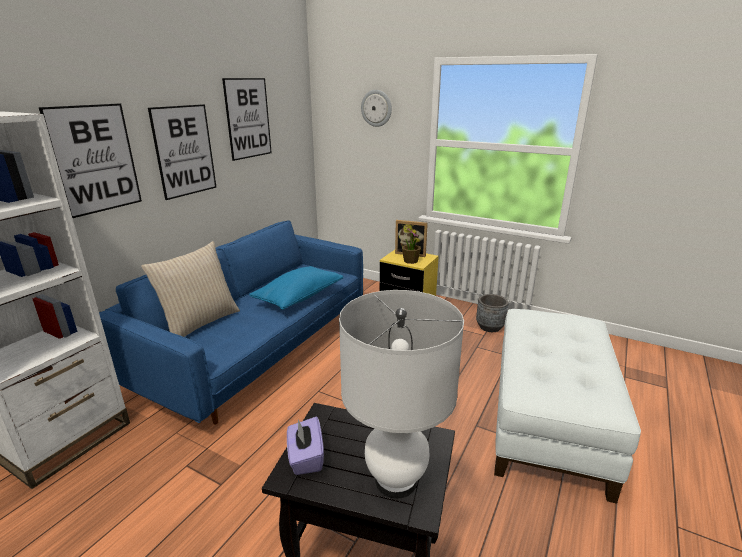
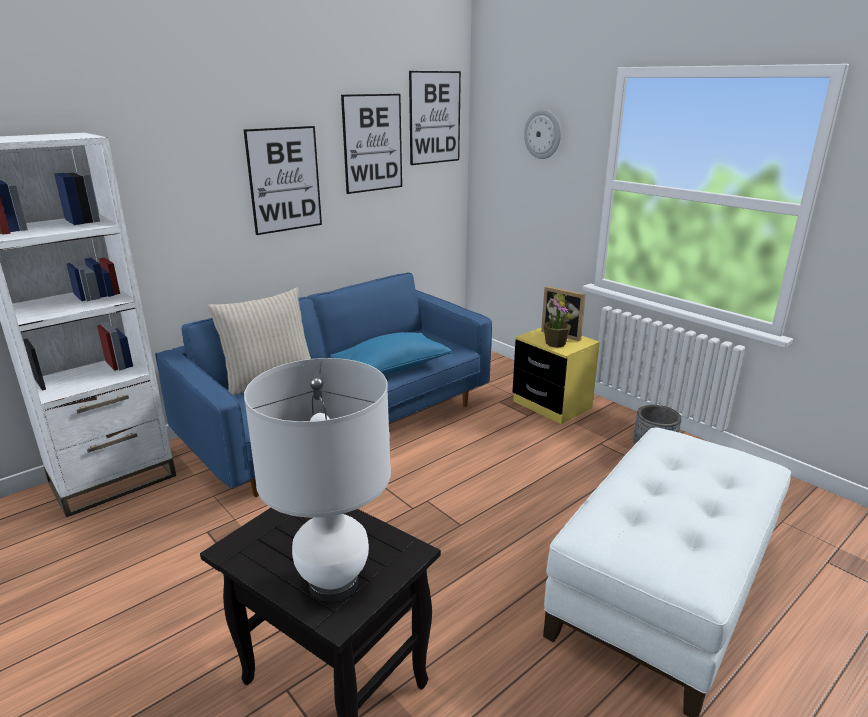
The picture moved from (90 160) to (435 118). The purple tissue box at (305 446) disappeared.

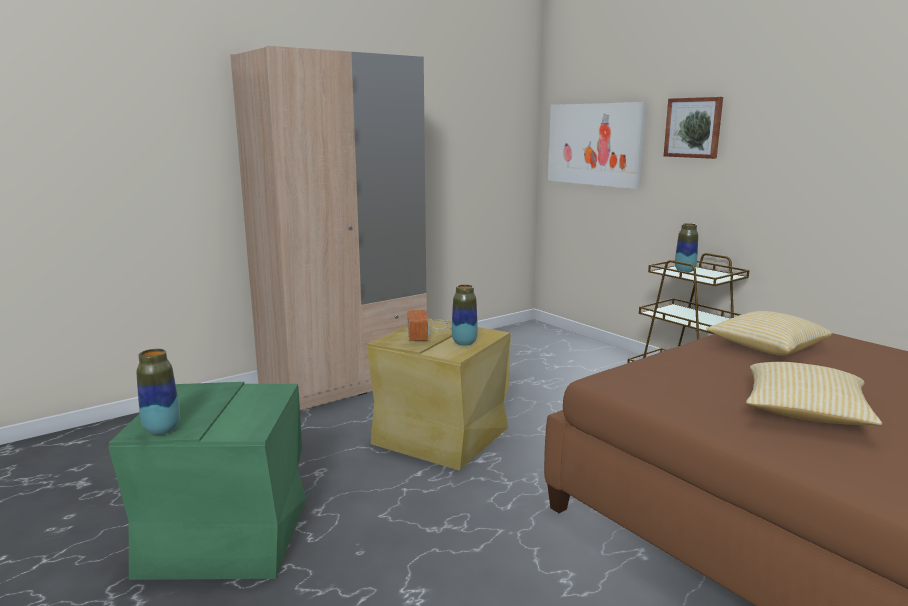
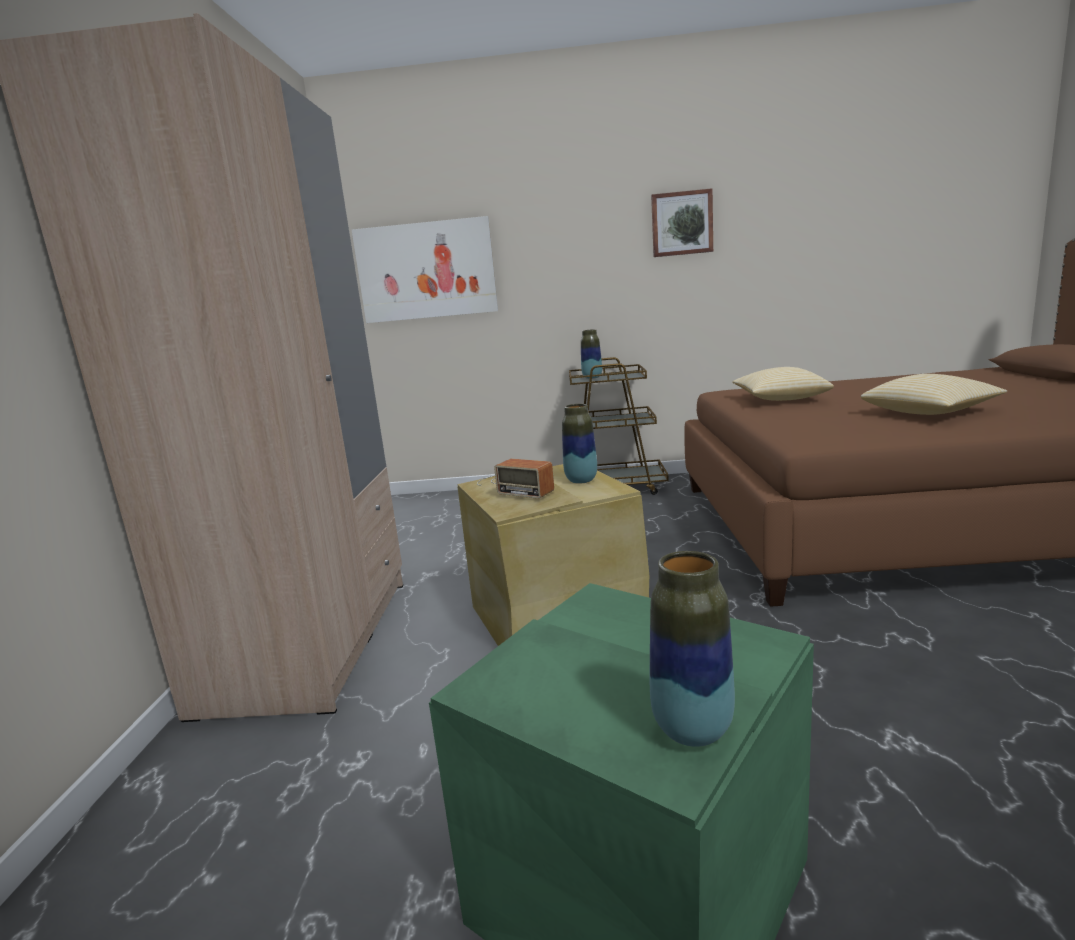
The picture moved from (693 128) to (682 222).

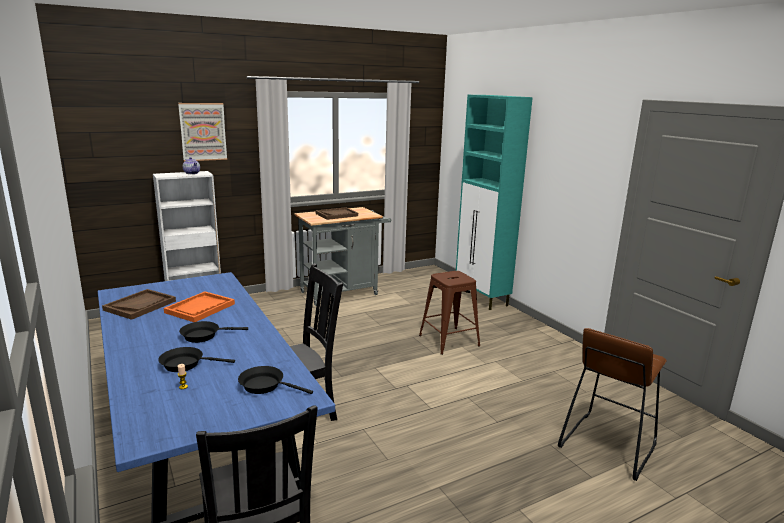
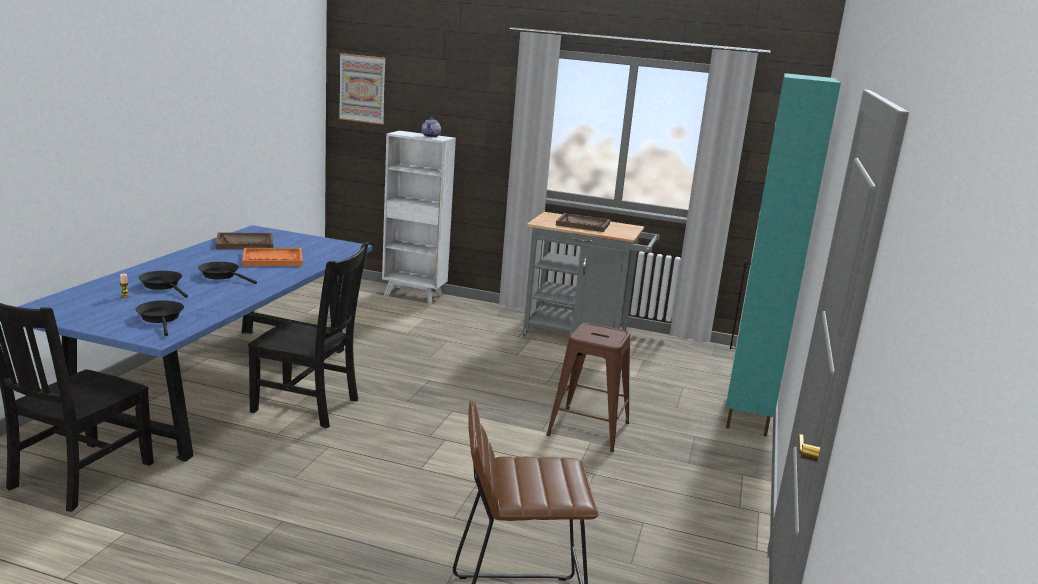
The picture moved from (202 132) to (362 89).

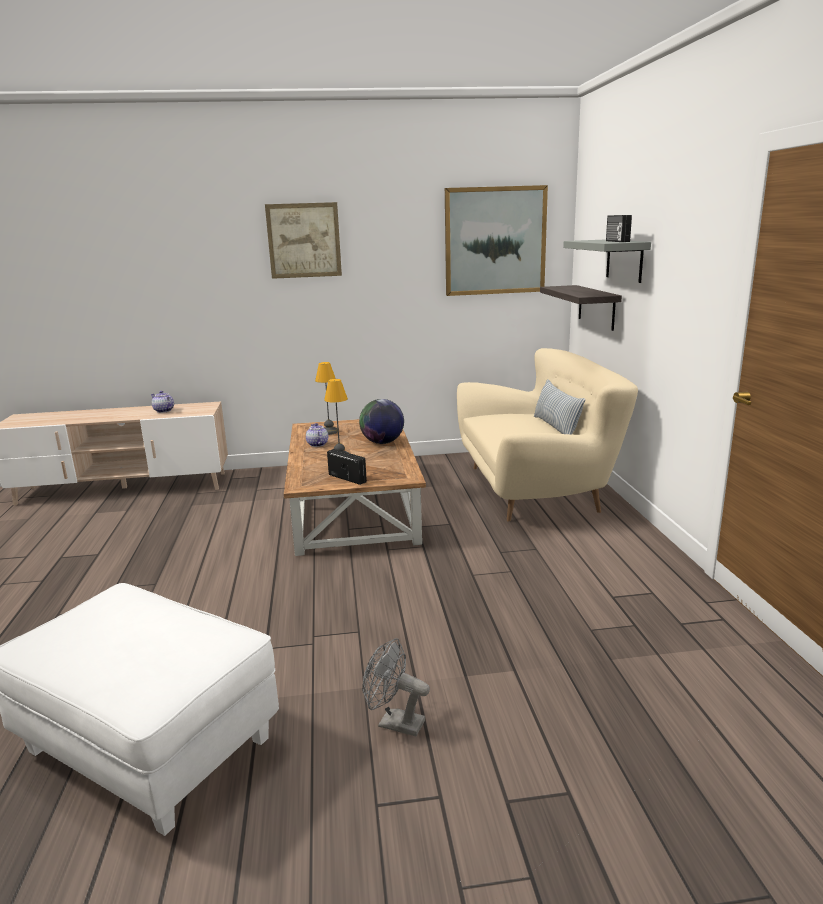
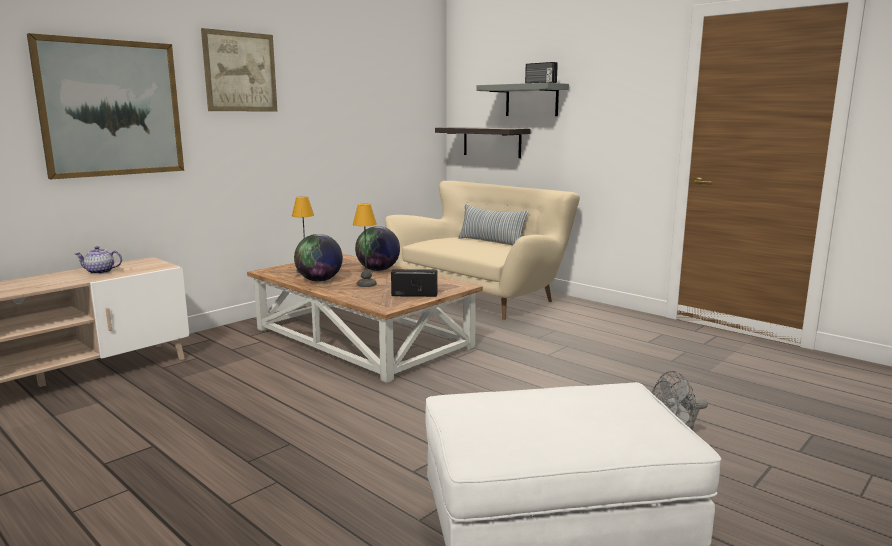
The picture moved from (496 240) to (105 106). The teapot at (317 435) was replaced by the globe at (318 258).

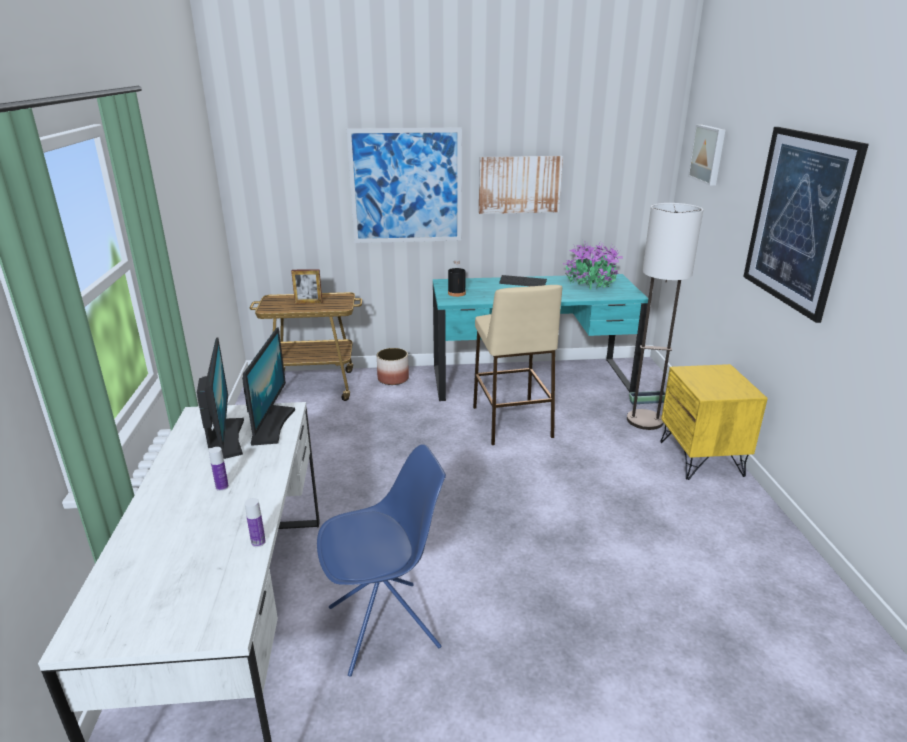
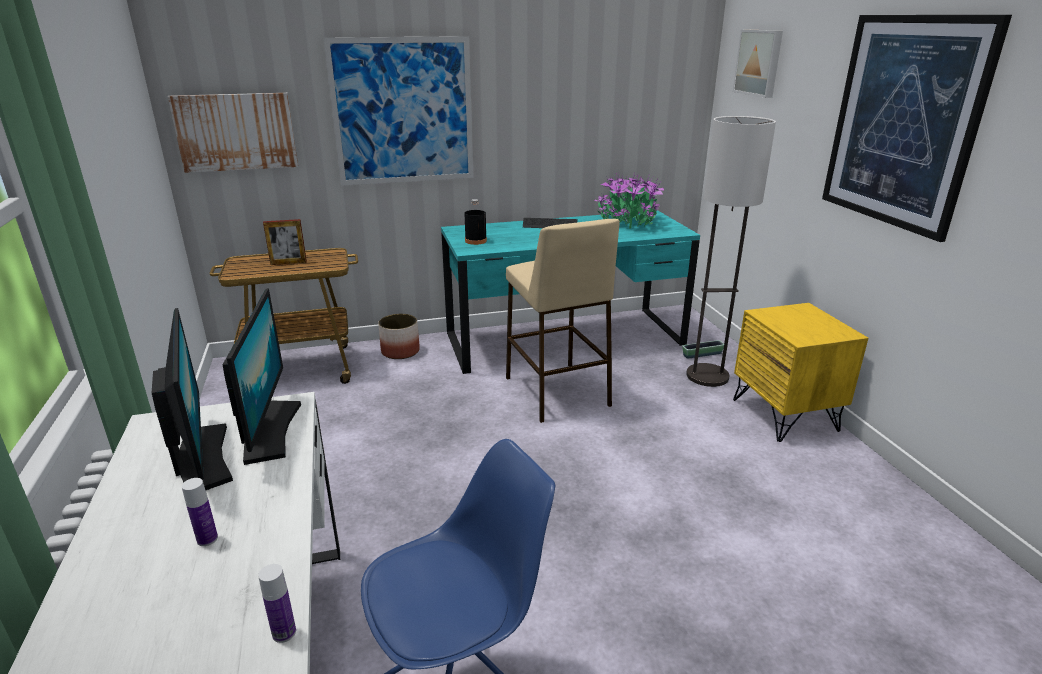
The picture moved from (521 185) to (233 133).

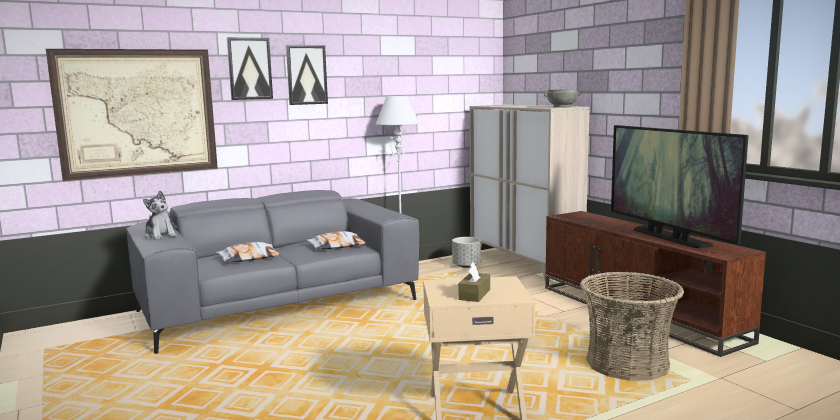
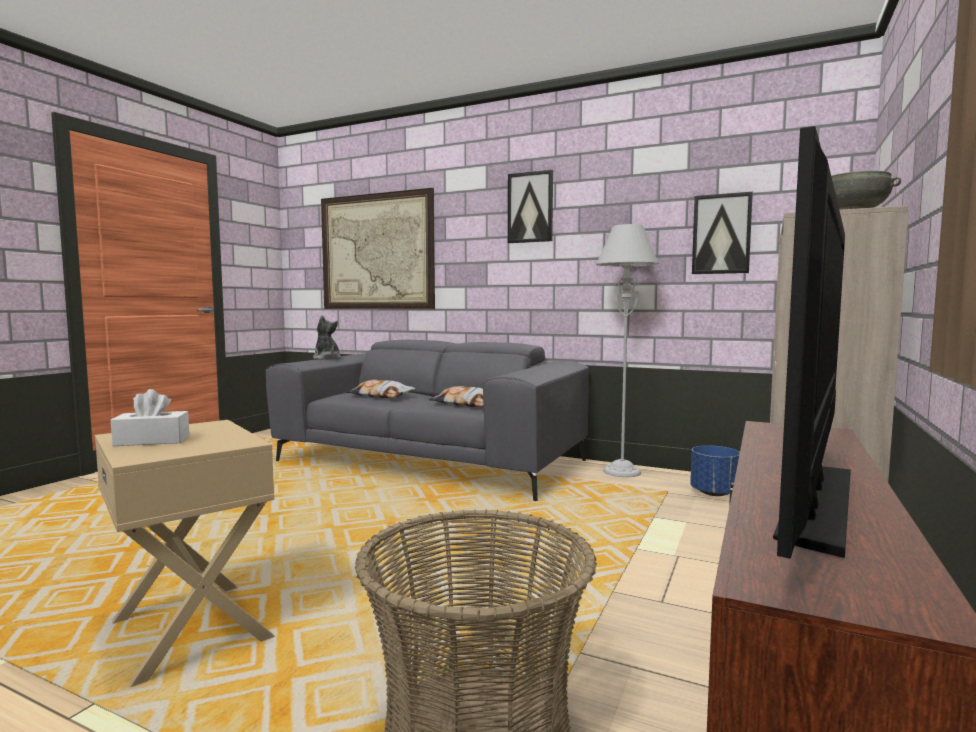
The brown tissue box at (474 282) became the white tissue box at (150 417). The plush toy at (160 215) turned 135 degrees clockwise. The grey planter at (466 252) became the blue planter at (715 470). The picture moved from (250 68) to (722 233).

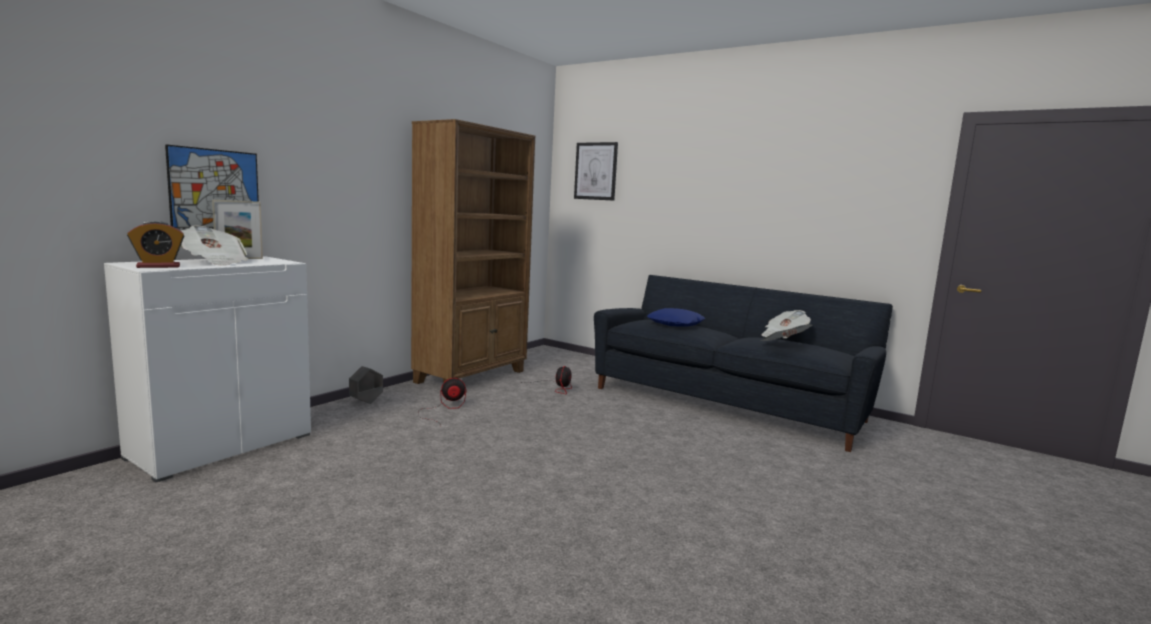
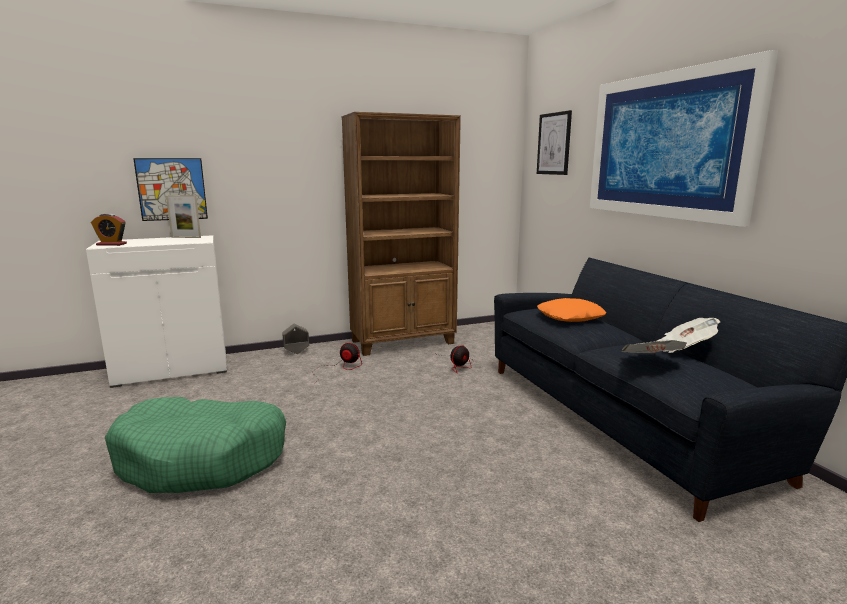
The green dog bed at (195 445) appeared. The blue pillow at (676 317) became the orange pillow at (571 310). The picture at (684 138) appeared. The newspaper at (214 245) disappeared.

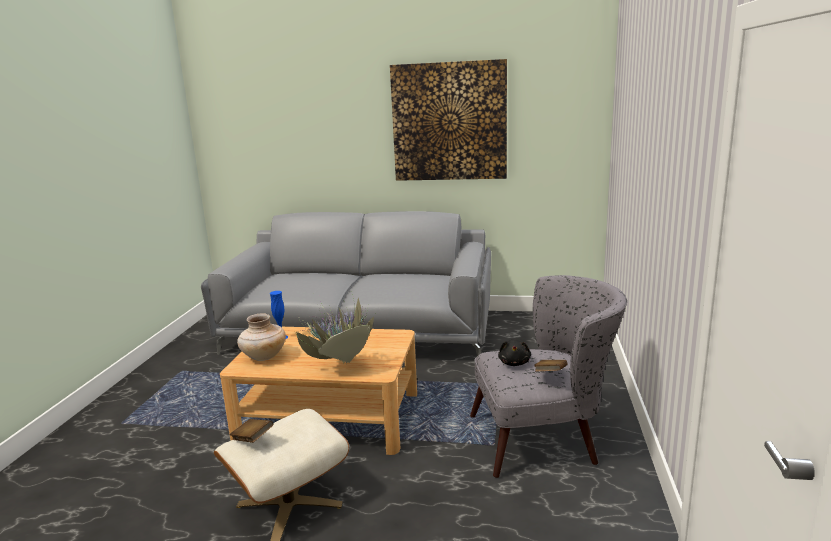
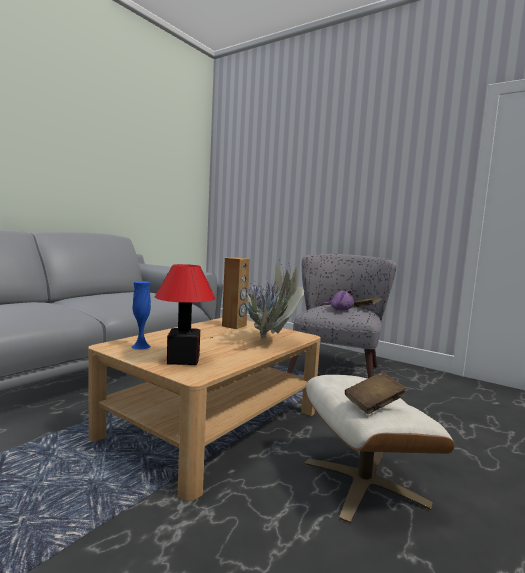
The beige vase at (261 337) was replaced by the table lamp at (185 314). The brown speaker at (236 293) appeared. The black plush toy at (514 352) became the purple plush toy at (338 300). The picture at (448 120) disappeared.

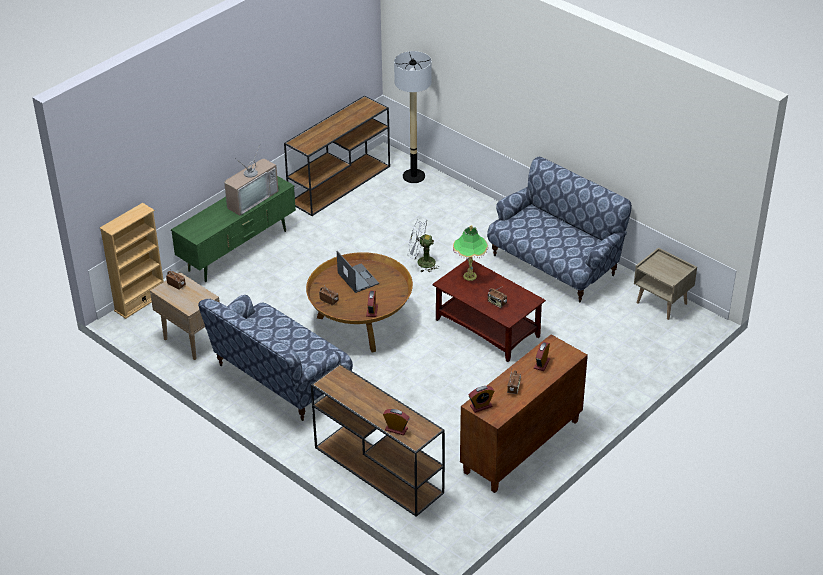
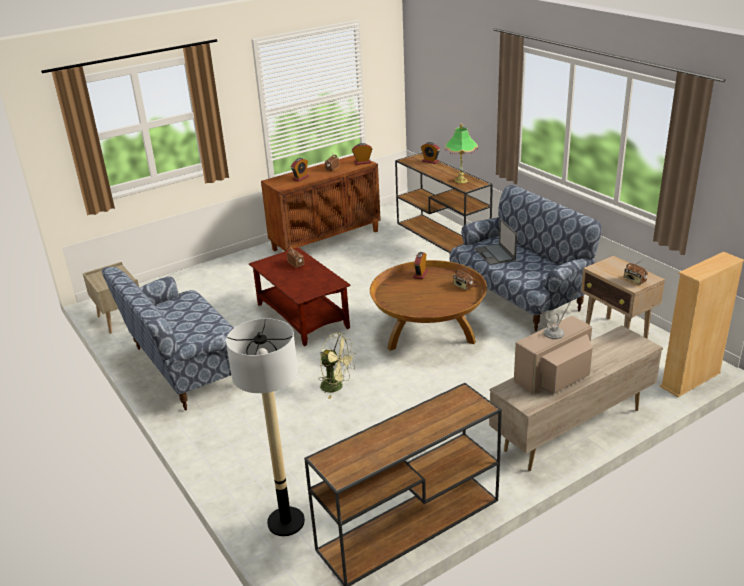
The white fan at (424 245) became the green fan at (338 366). The table lamp moved from (470 253) to (461 153). The laptop moved from (358 272) to (496 242). The green tv stand at (233 229) became the beige tv stand at (576 398).

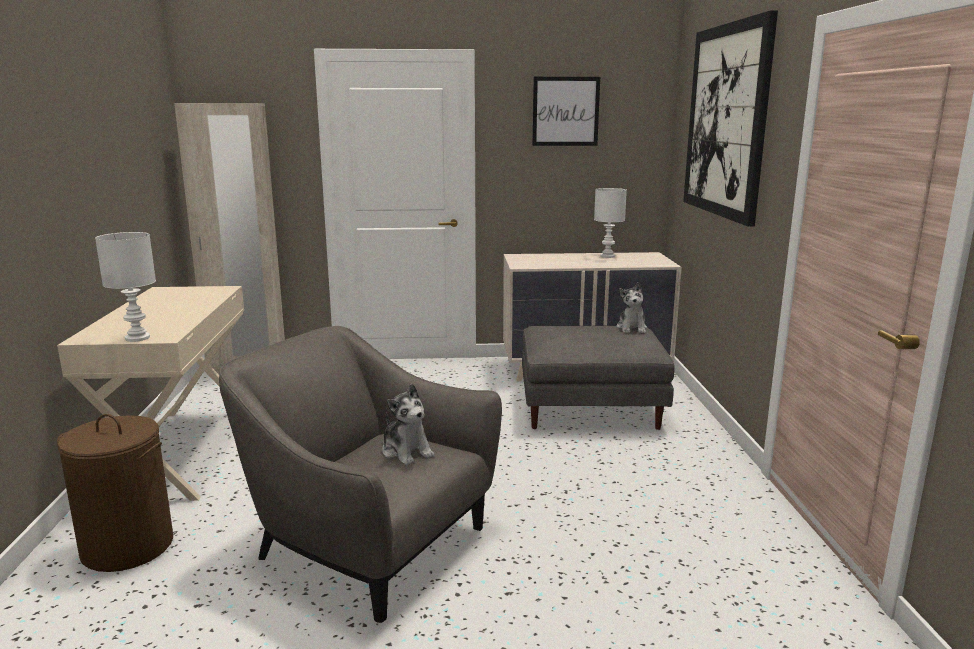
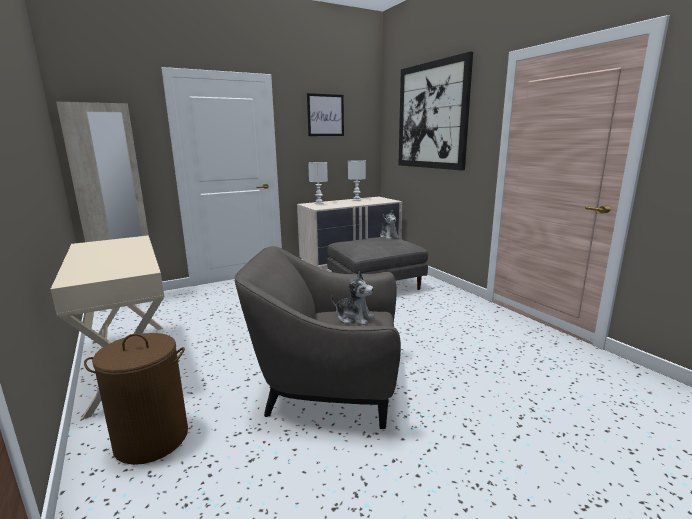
The white table lamp moved from (125 287) to (318 183).

